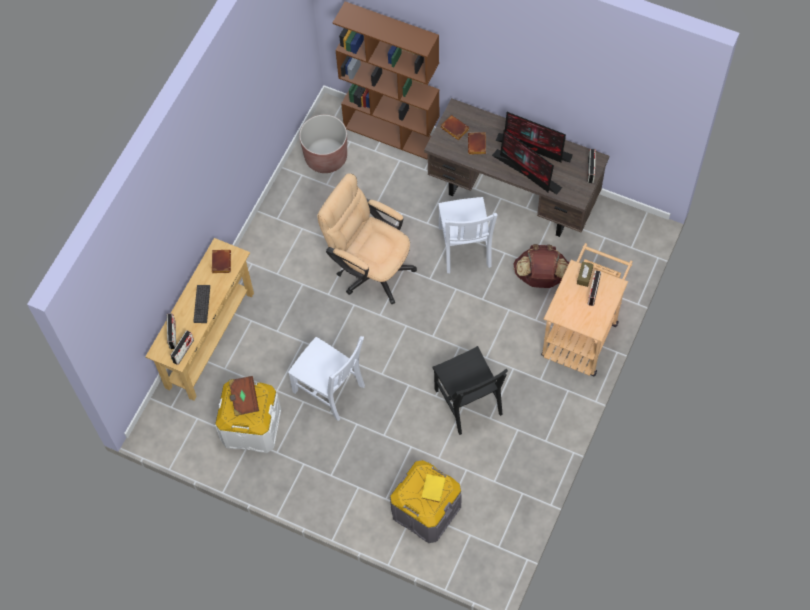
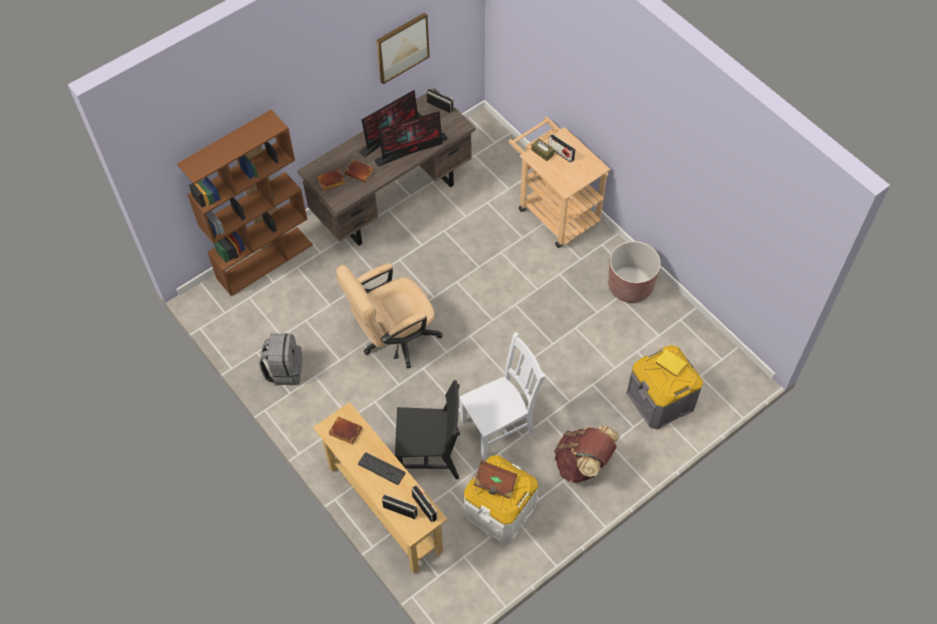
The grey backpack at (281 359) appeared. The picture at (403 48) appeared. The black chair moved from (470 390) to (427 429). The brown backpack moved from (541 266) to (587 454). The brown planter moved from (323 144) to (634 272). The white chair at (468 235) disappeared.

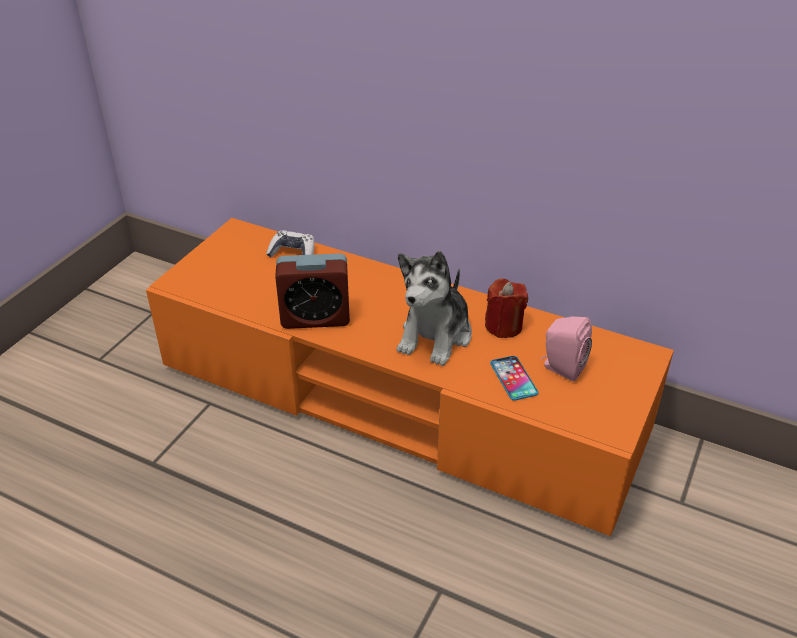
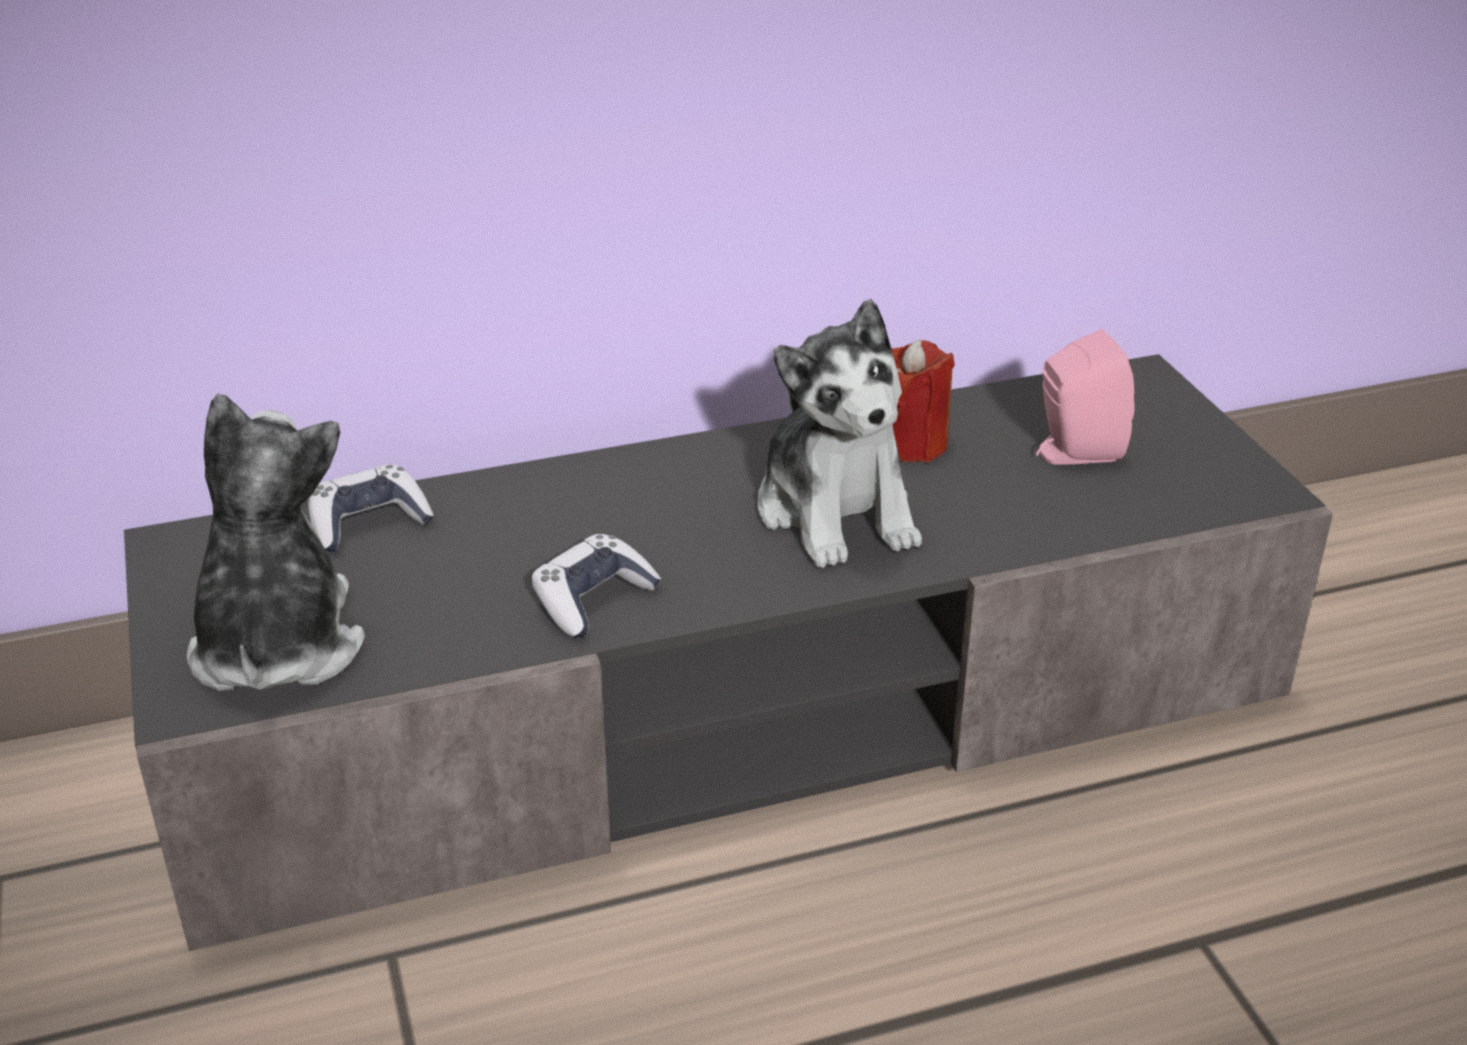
The orange tv stand at (410 377) became the grey tv stand at (728 652). The plush toy at (276 542) appeared. The alarm clock at (312 291) was replaced by the game controller at (596 586). The phone at (514 378) disappeared.

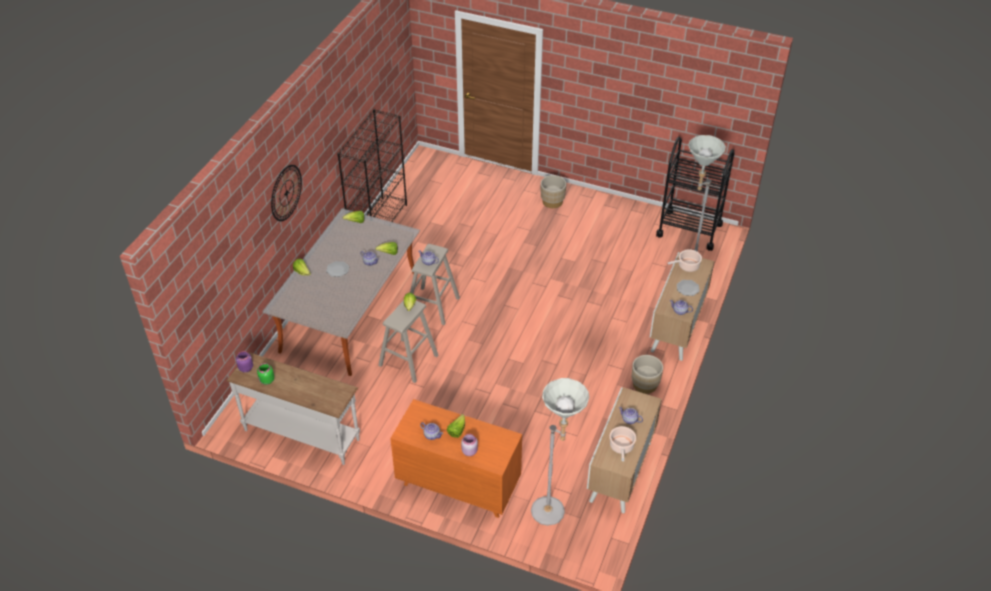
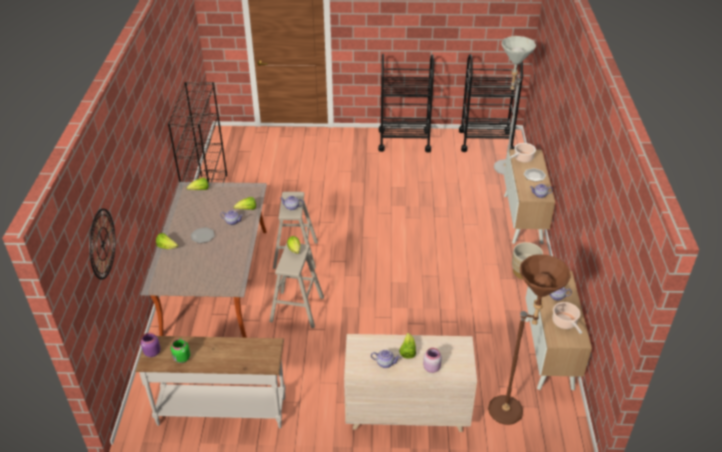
The wall clock moved from (286 193) to (102 244). The orange dresser at (456 458) became the beige dresser at (410 383). The black cart at (406 103) appeared. The grey floor lamp at (560 452) became the brown floor lamp at (529 339). The beige planter at (553 191) disappeared.

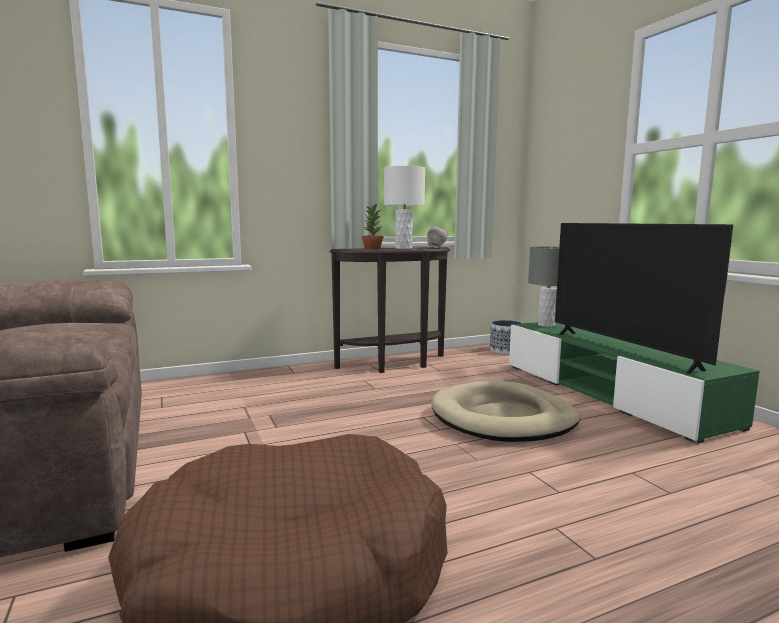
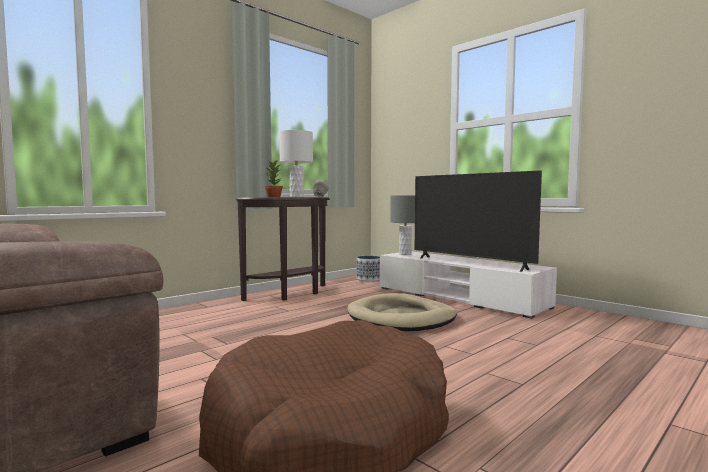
The green tv stand at (634 383) became the white tv stand at (468 285).

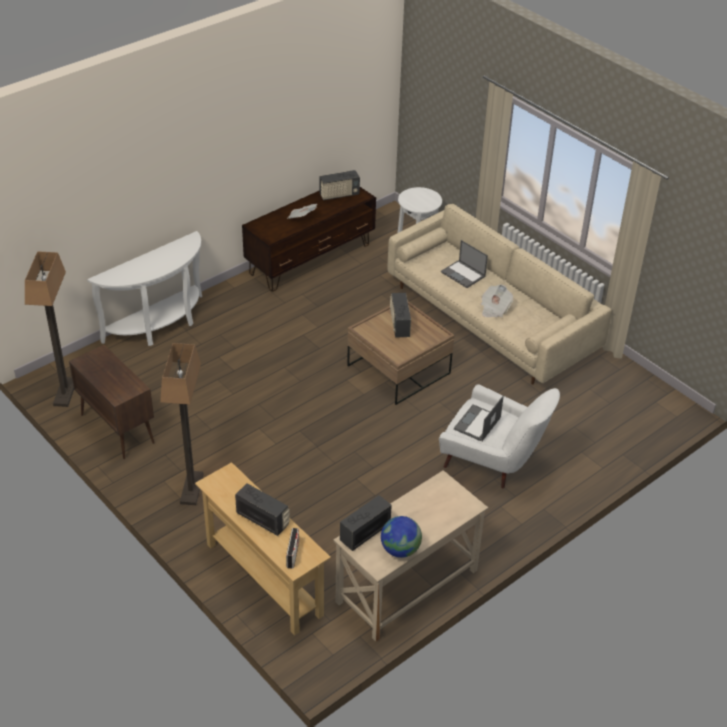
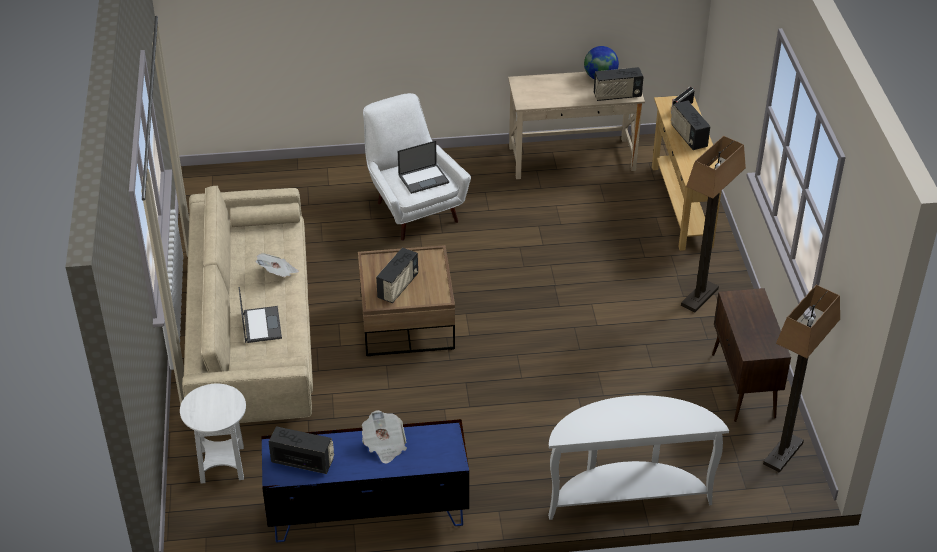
The brown tv stand at (309 239) became the blue tv stand at (365 480).

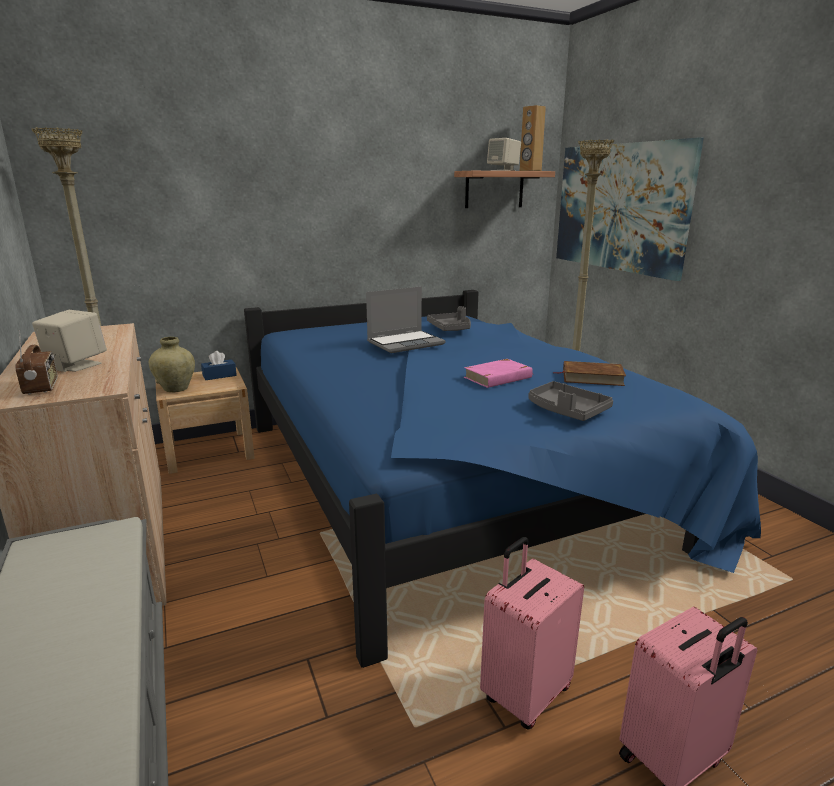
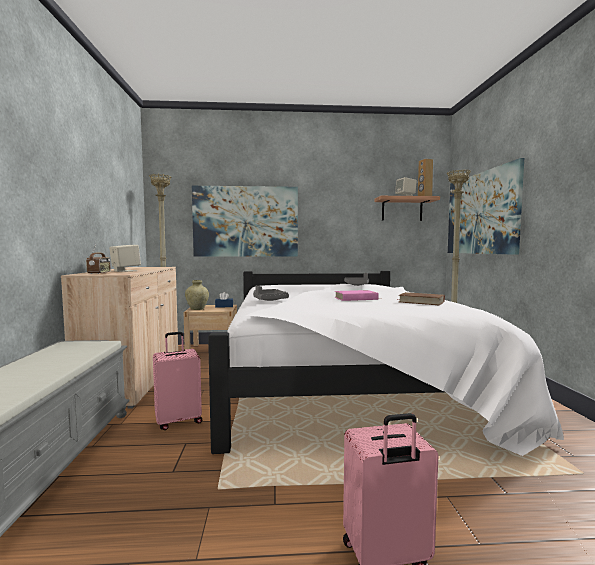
The pink suitcase moved from (532 633) to (177 381). The picture at (245 221) appeared. The blue bed at (502 479) became the white bed at (386 363). The grey tray moved from (570 401) to (271 293). The laptop at (405 319) disappeared.

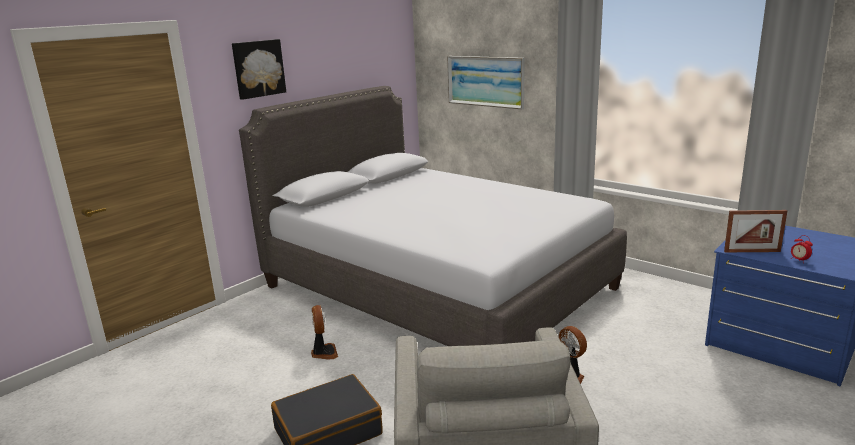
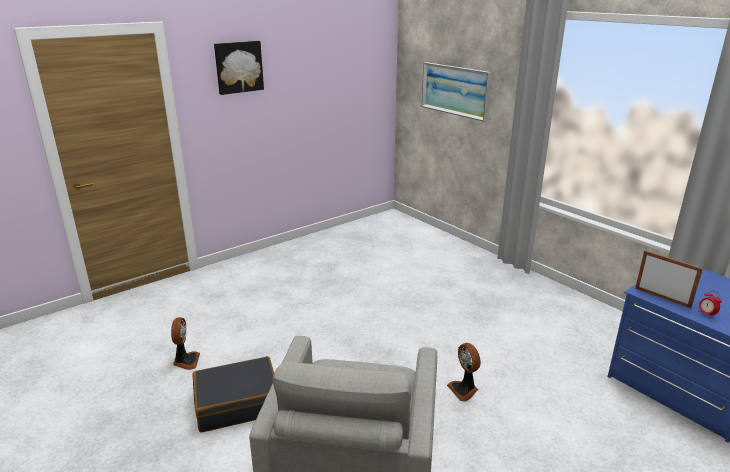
The fan moved from (324 332) to (185 343). The picture frame at (755 231) turned 150 degrees counterclockwise. The grey bed at (433 216) disappeared.

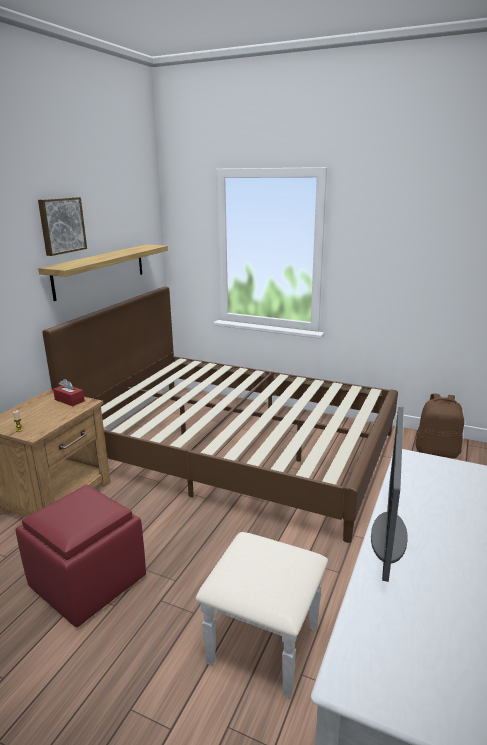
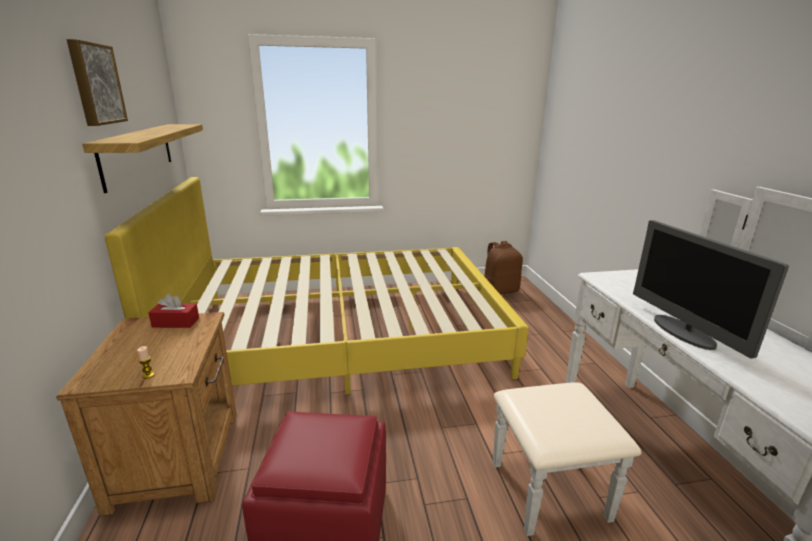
The brown bed at (220 414) became the yellow bed at (317 285).

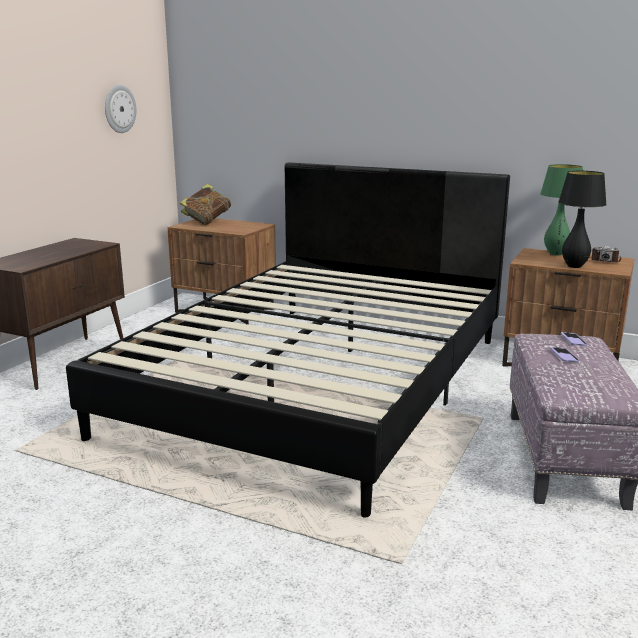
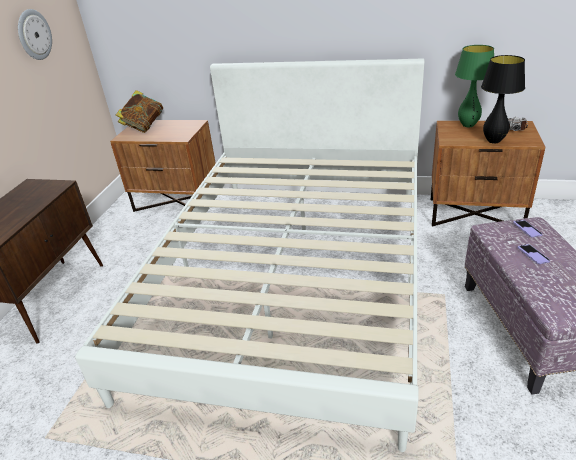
The black bed at (288 340) became the white bed at (249 255).

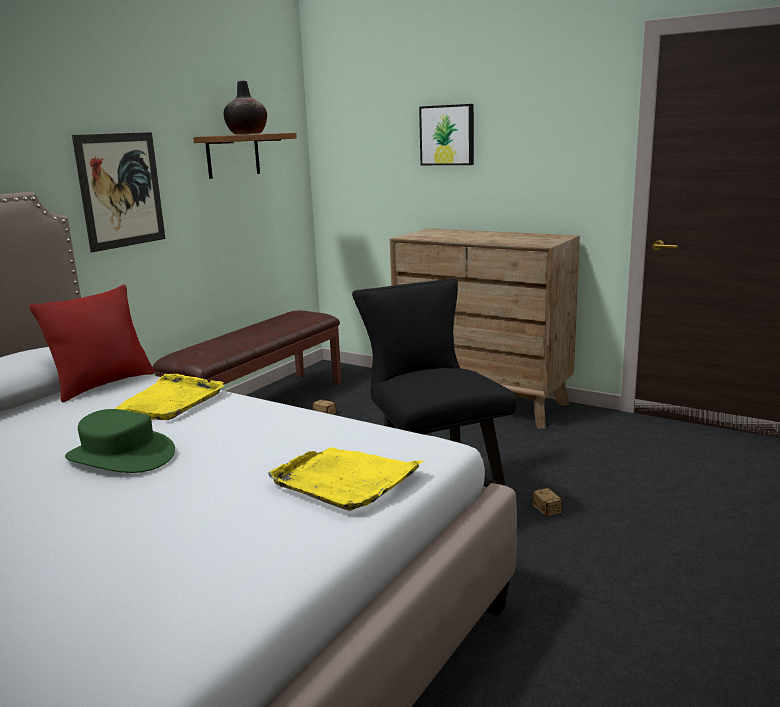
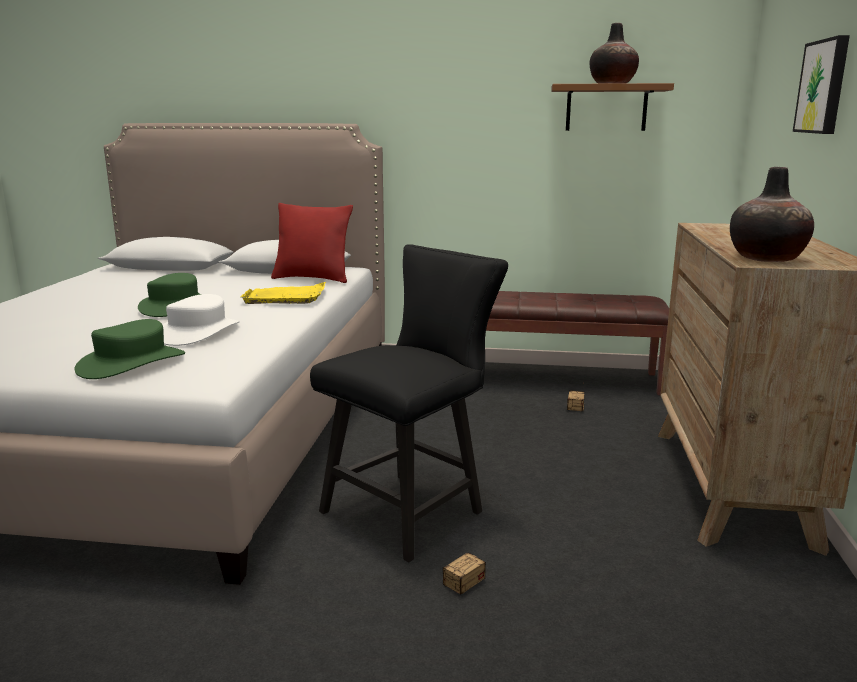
The yellow tray at (346 479) was replaced by the green hat at (129 349). The white hat at (201 320) appeared. The vase at (772 214) appeared. The picture at (119 192) disappeared.

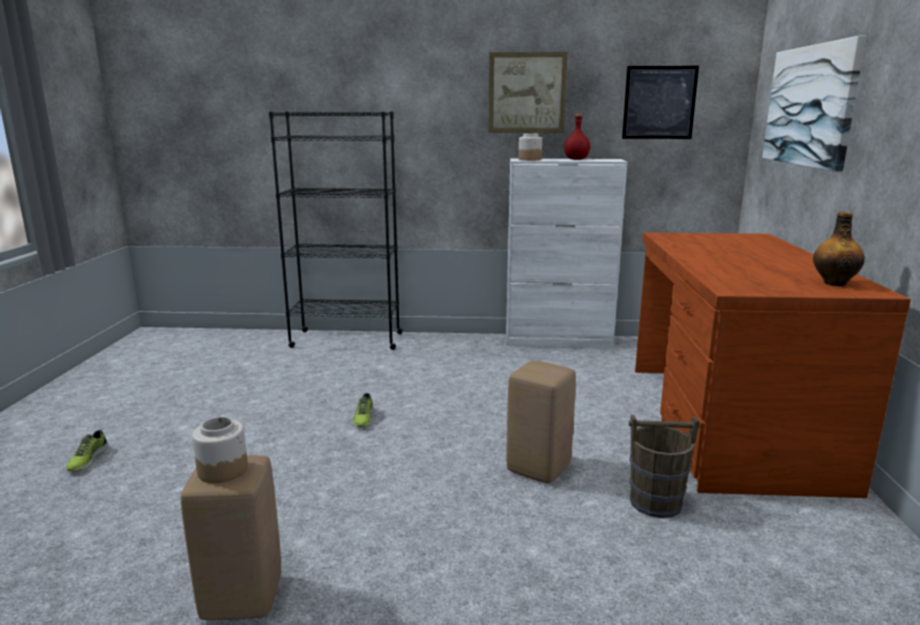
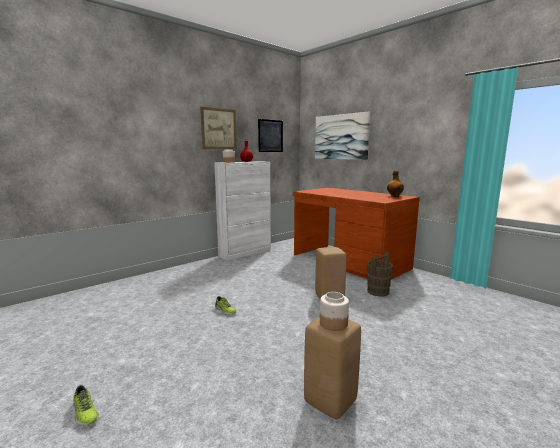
The black bookcase at (336 230) disappeared.

